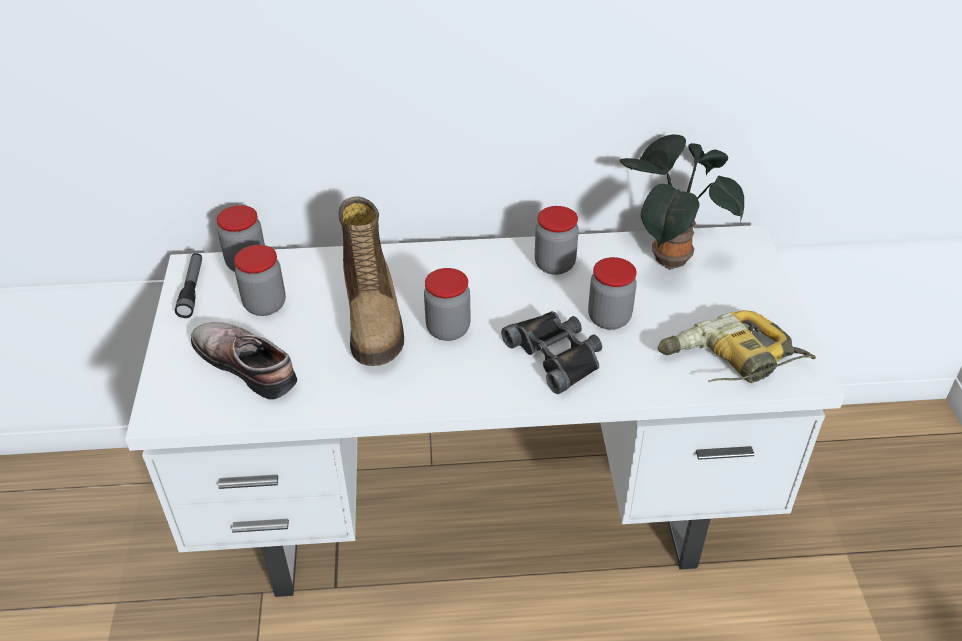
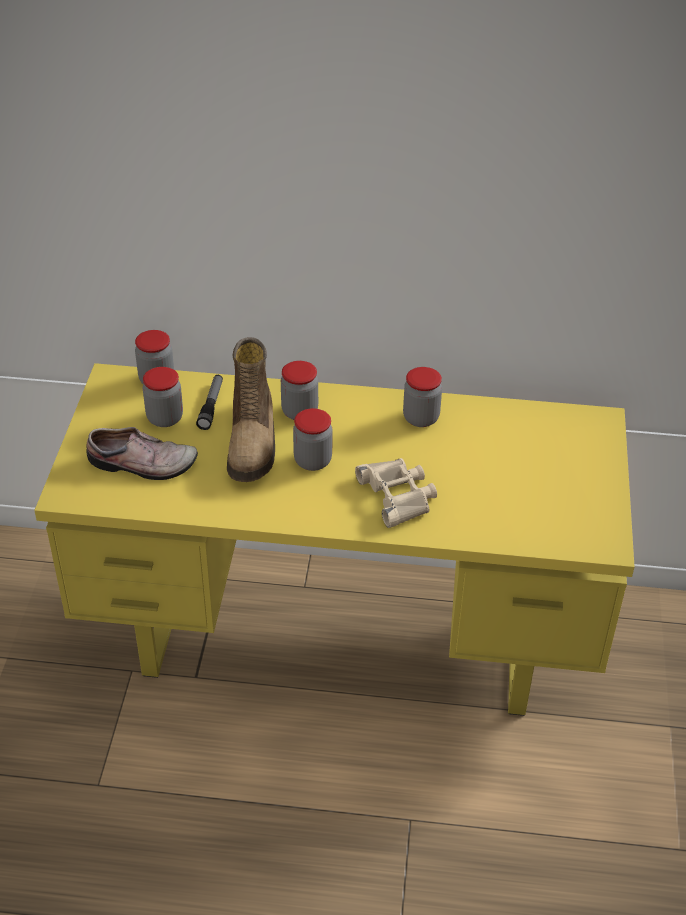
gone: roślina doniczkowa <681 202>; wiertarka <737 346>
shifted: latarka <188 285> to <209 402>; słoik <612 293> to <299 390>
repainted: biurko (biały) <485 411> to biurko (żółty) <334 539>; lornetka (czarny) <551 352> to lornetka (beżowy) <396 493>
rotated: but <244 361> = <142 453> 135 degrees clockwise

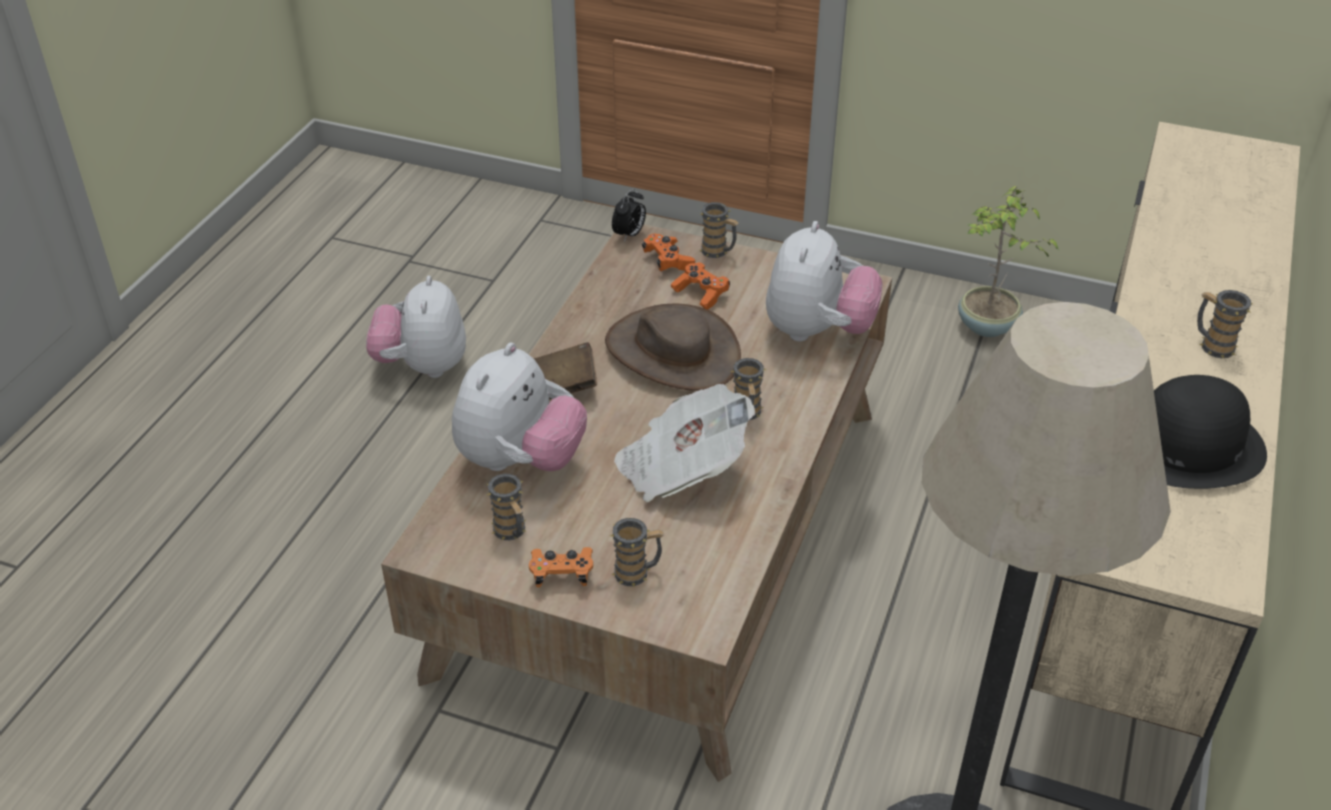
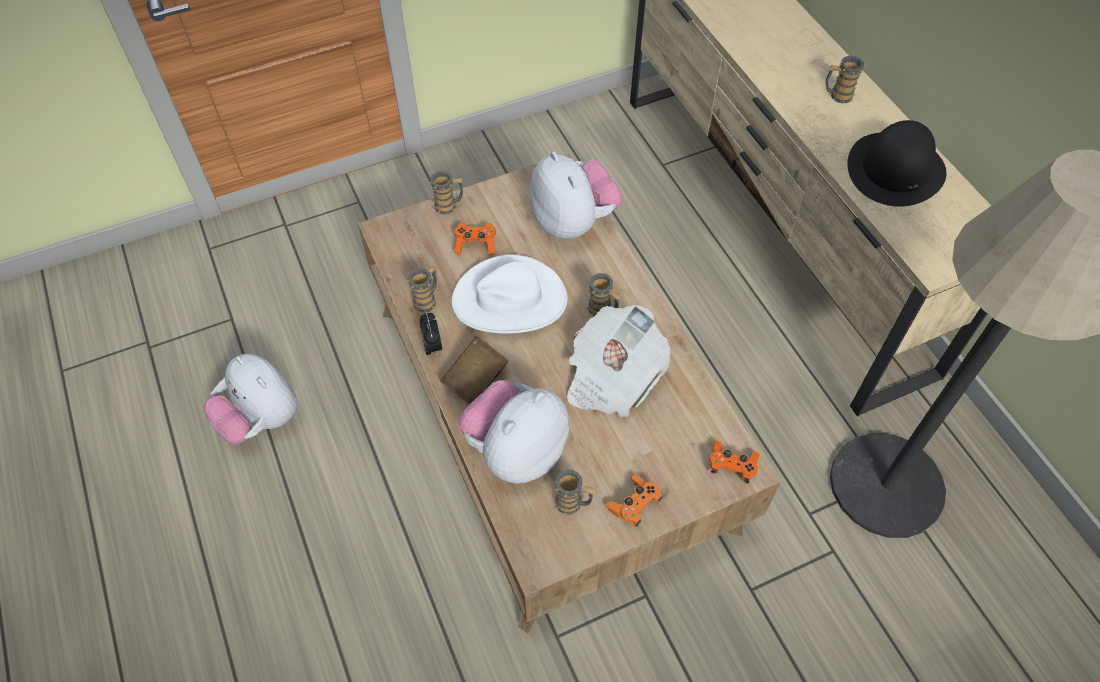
gone: roślina doniczkowa <1008 261>
shifted: budzik <629 215> to <430 334>; pad do gier (pomarańczowy) <668 252> to <734 462>; kubek <637 552> to <422 289>
repainted: kapelusz (brązowy) <673 347> to kapelusz (biały) <509 294>
rotated: pluszak <519 406> = <513 432> 120 degrees counterclockwise

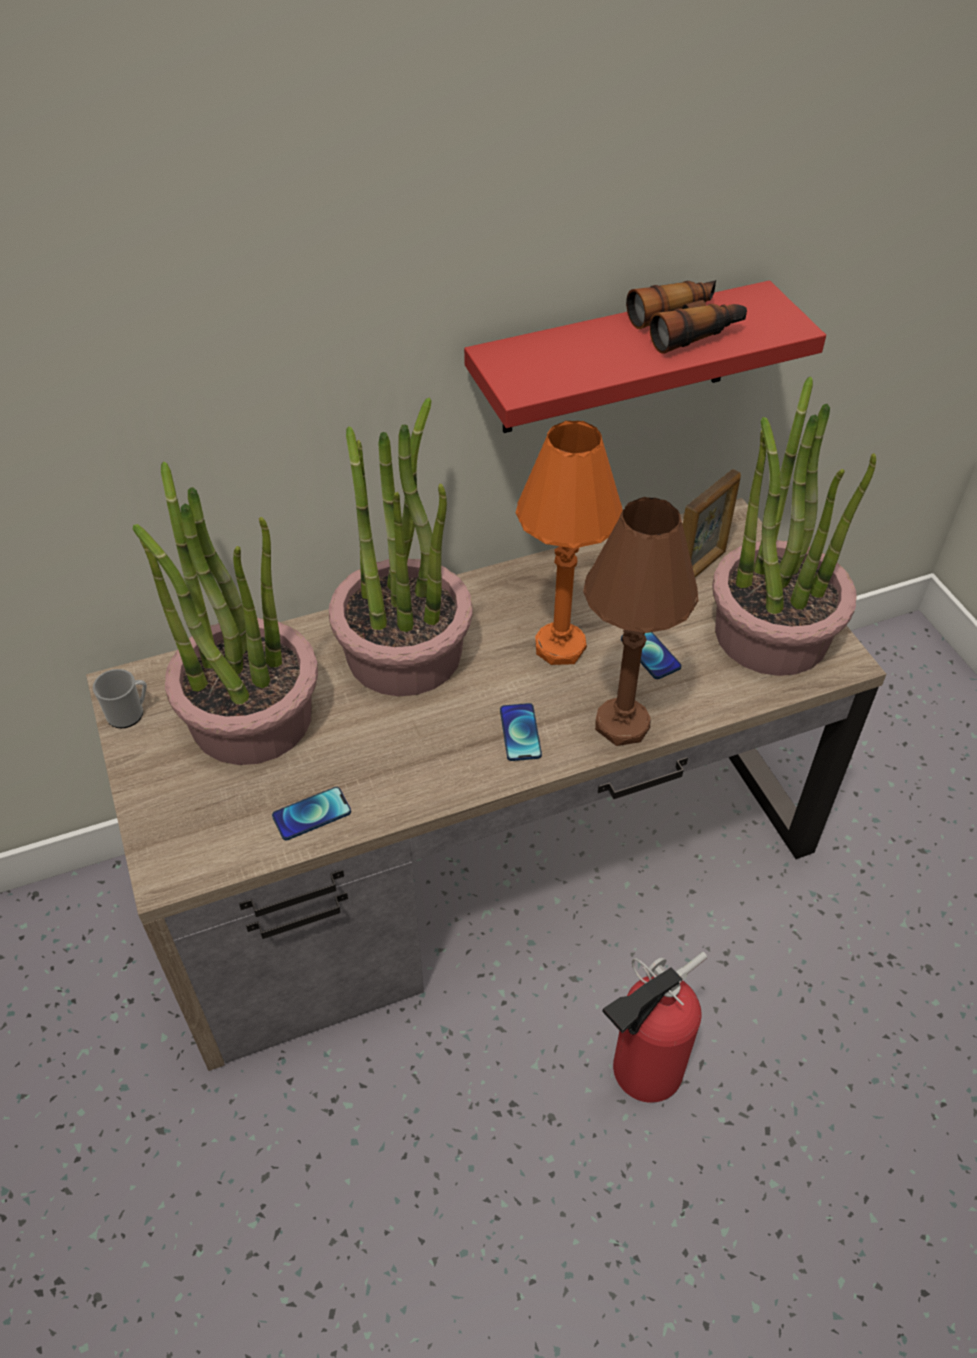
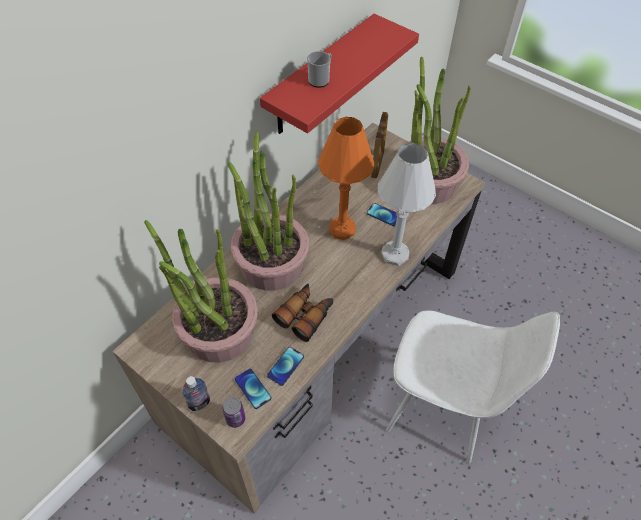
new: butelka <196 393>; puszka <233 412>
shifted: lornetka <686 317> to <302 313>; kubek <120 698> to <319 69>; telefon <521 732> to <253 389>
swapped: gaśnica <654 1027> to krzesło (biały) <473 387>
repainted: lampa stołowa (brązowy) <640 621> to lampa stołowa (biały) <407 204>

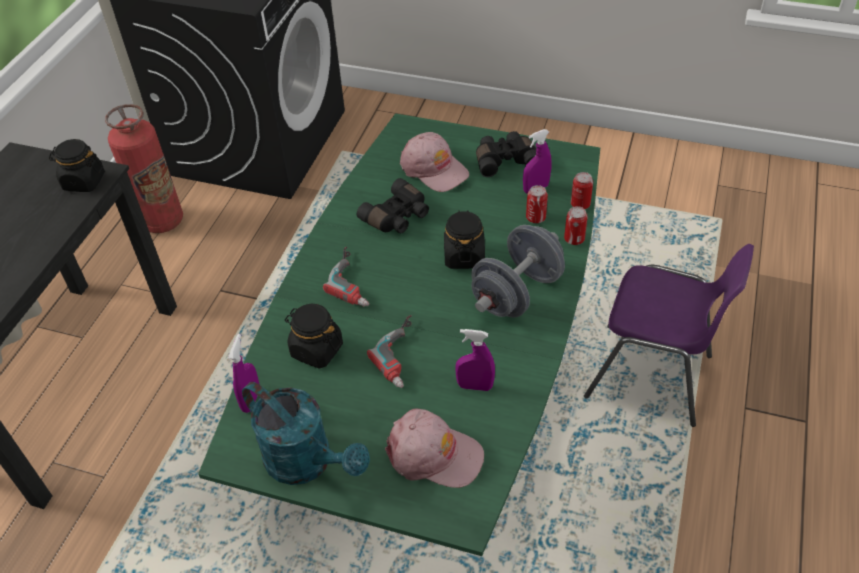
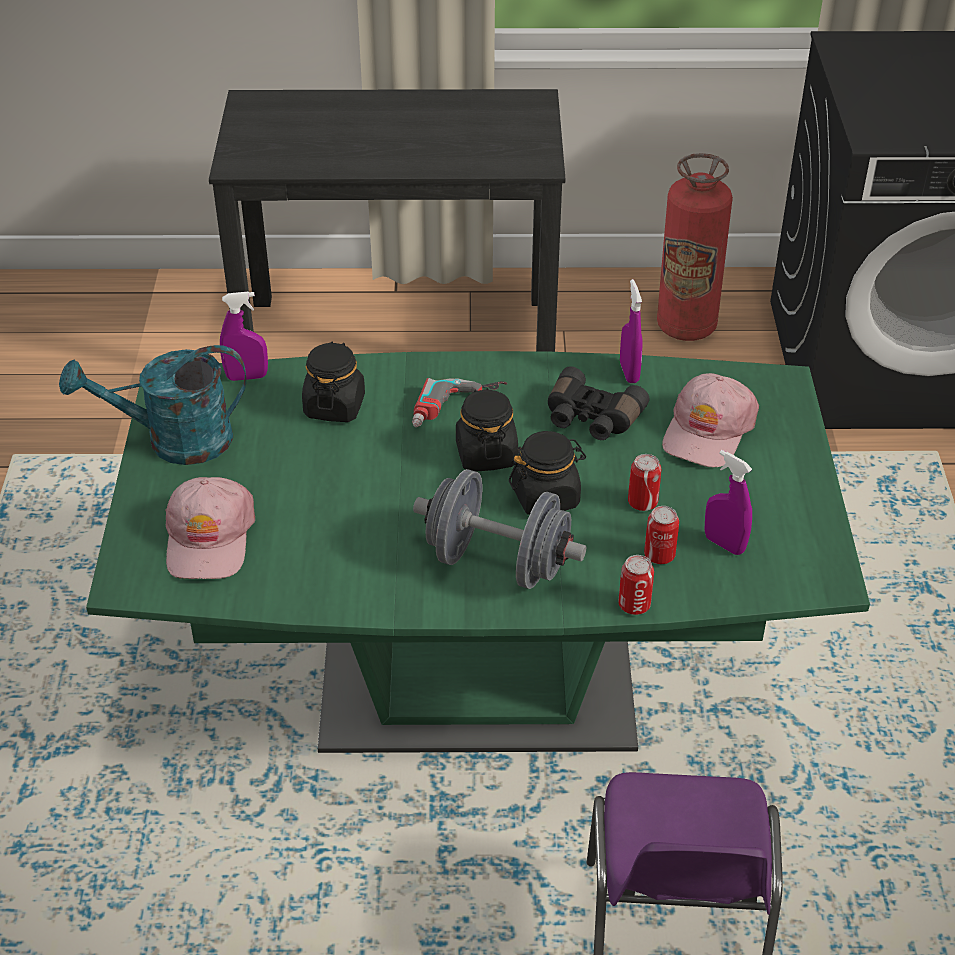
gone: lornetka (czarny) <506 154>; wiertarka <389 351>
shifted: słoik (czarny) <77 165> to <487 430>; puszka <582 190> to <644 482>; spryskiwacz (fioletowy) <475 360> to <631 331>
rotated: konewka (turkusowy) <306 433> = <152 405> 60 degrees clockwise

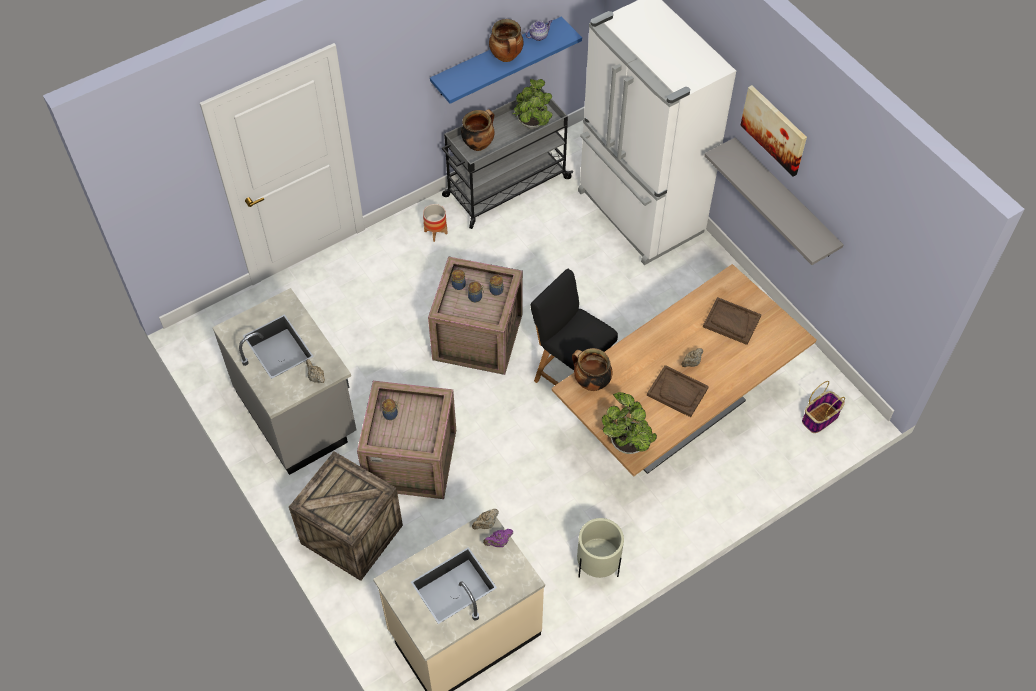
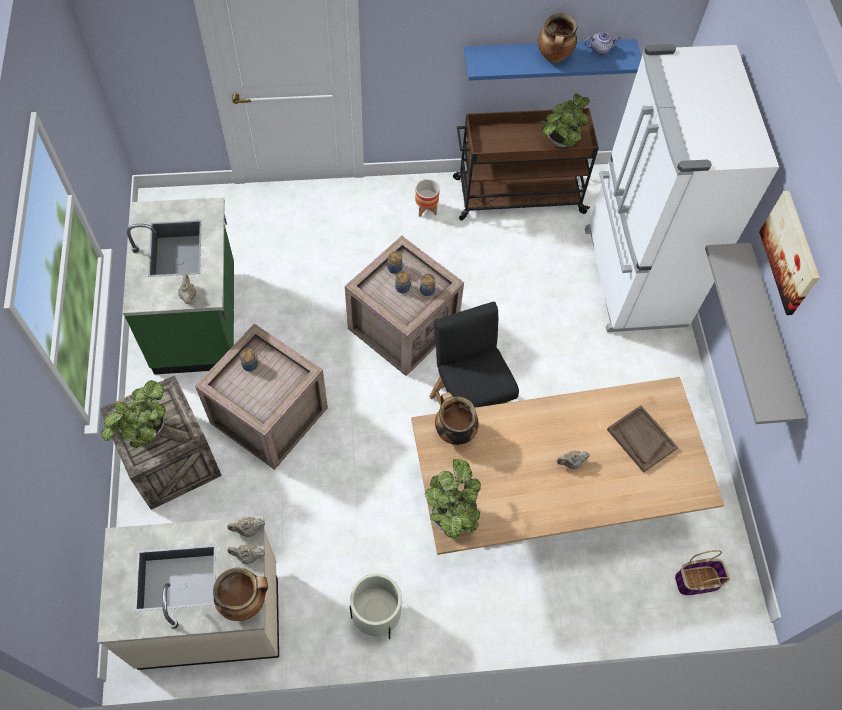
gone: taca (brązowy) <678 391>
new: roślina doniczkowa <133 414>
shifted: garnek <478 130> to <240 594>
repainted: wózek (szary) <507 159> to wózek (brązowy) <526 164>; zabudowa kuchenna (szary) <284 381> to zabudowa kuchenna (zielony) <178 286>; imbryk (fioletowy) <498 538> to imbryk (beżowy) <246 554>

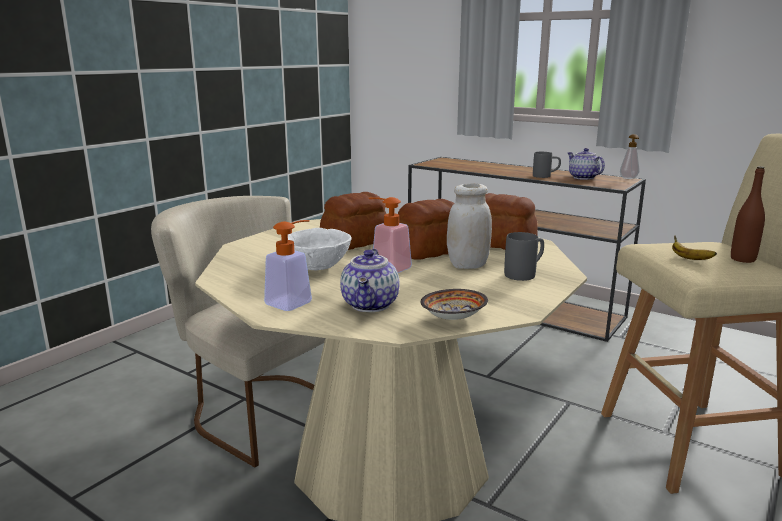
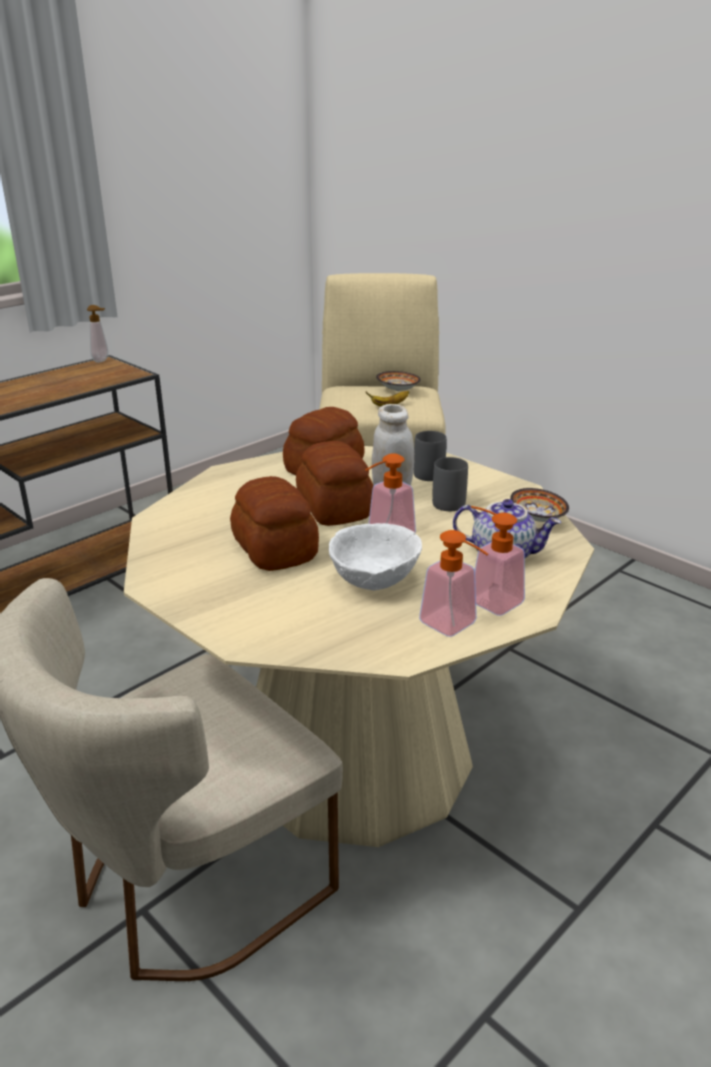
gone: imbryk <586 164>
new: dozownik mydła <453 583>
shifted: kubek (szary) <547 165> to <450 484>
swapped: butelka (brązowy) <748 214> to miska <398 381>

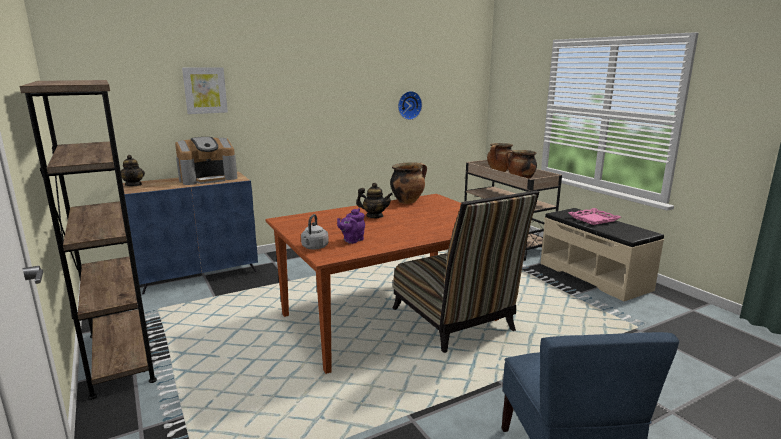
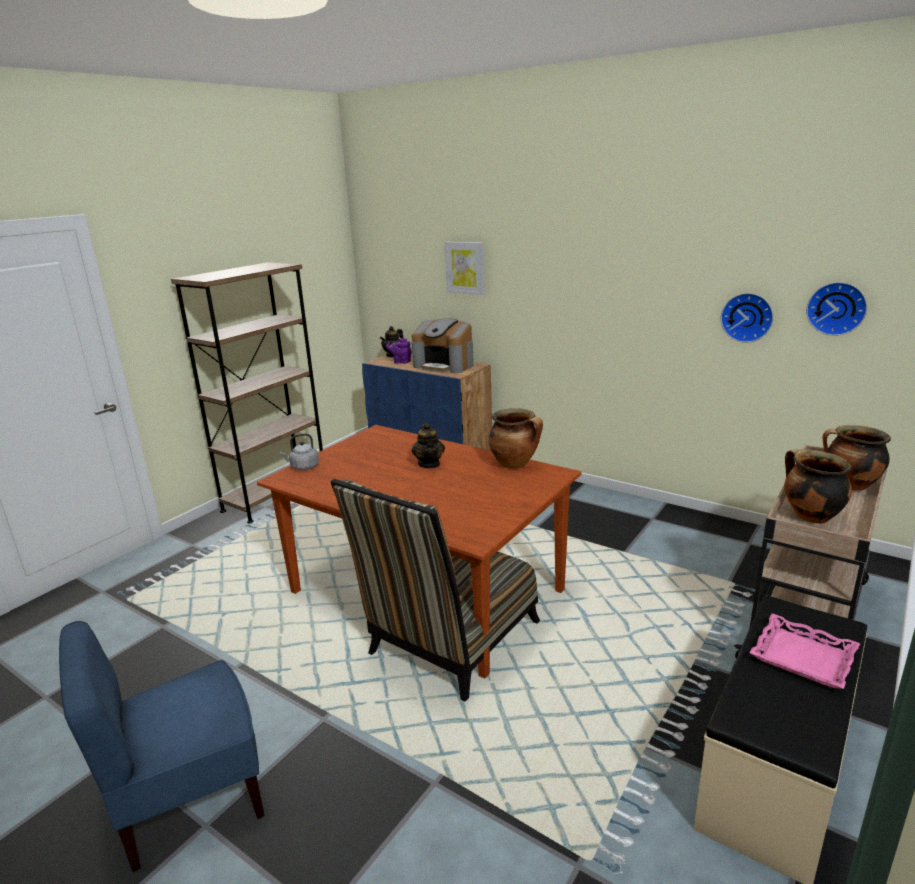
new: zegar ścienny <836 309>
shifted: imbryk (fioletowy) <351 226> to <399 351>

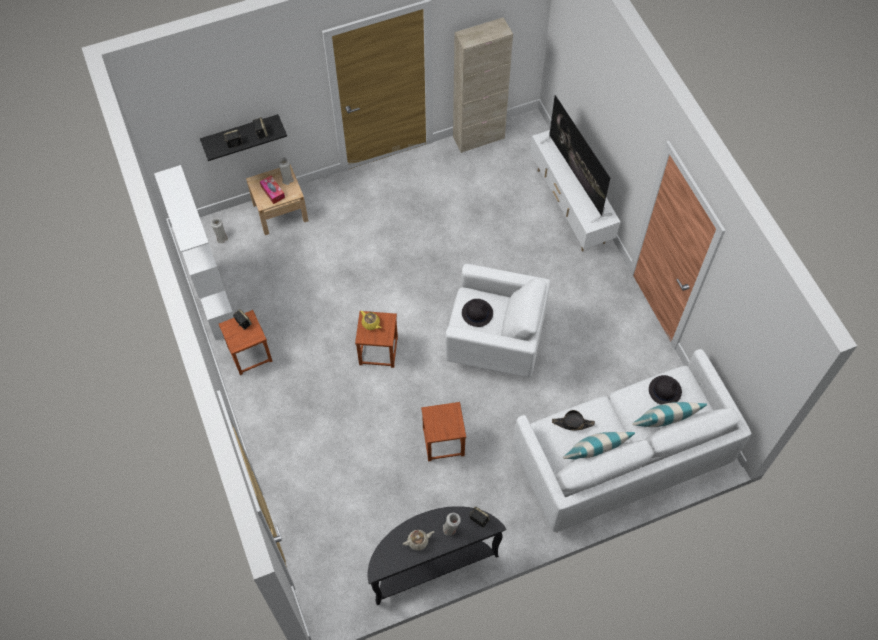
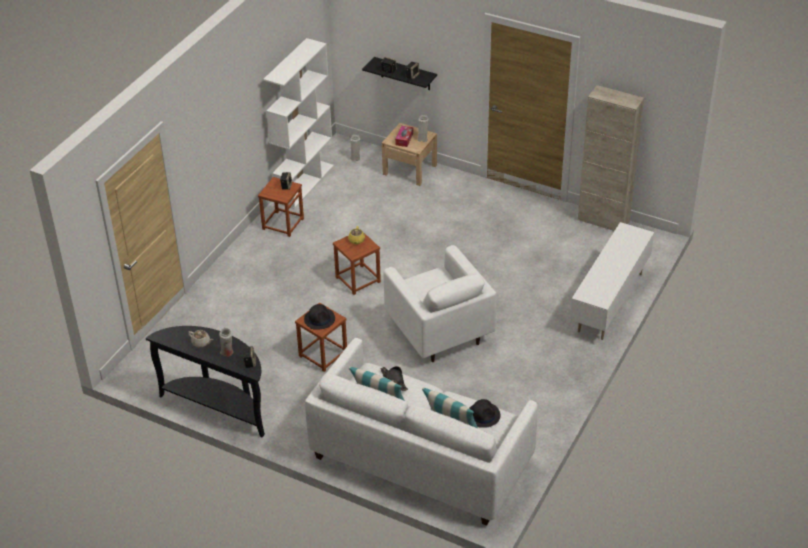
gone: telewizor <576 159>
shifted: kapelusz (czarny) <477 313> to <319 317>

